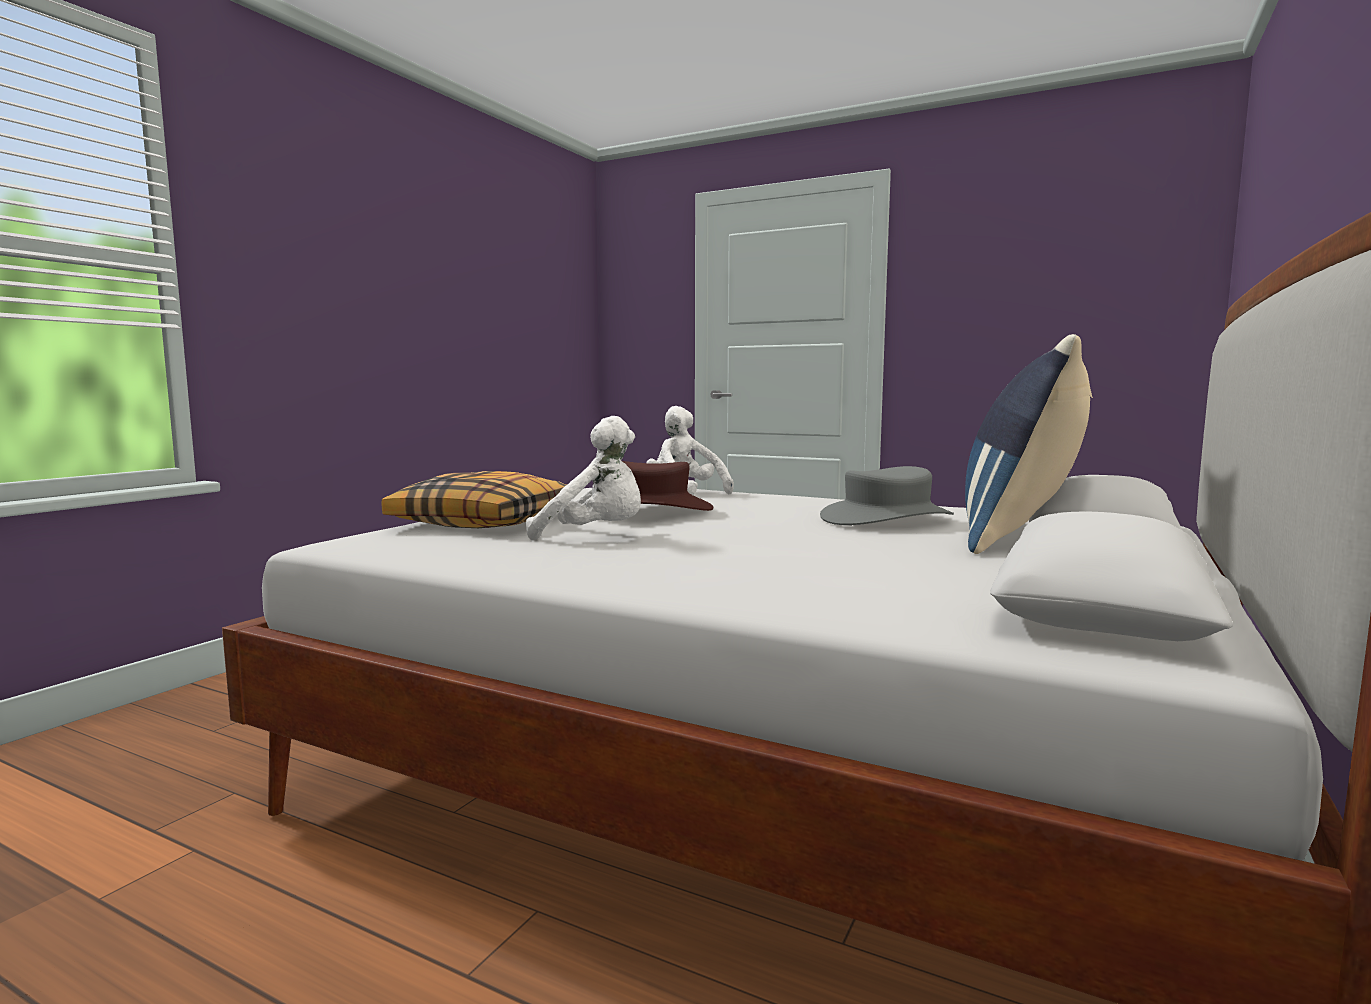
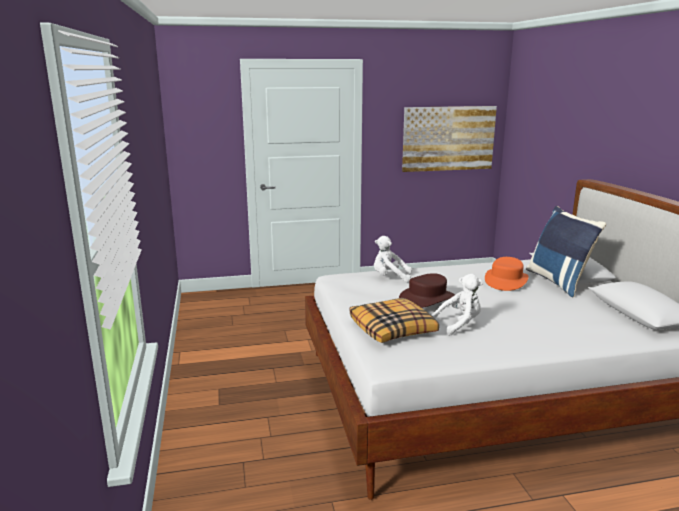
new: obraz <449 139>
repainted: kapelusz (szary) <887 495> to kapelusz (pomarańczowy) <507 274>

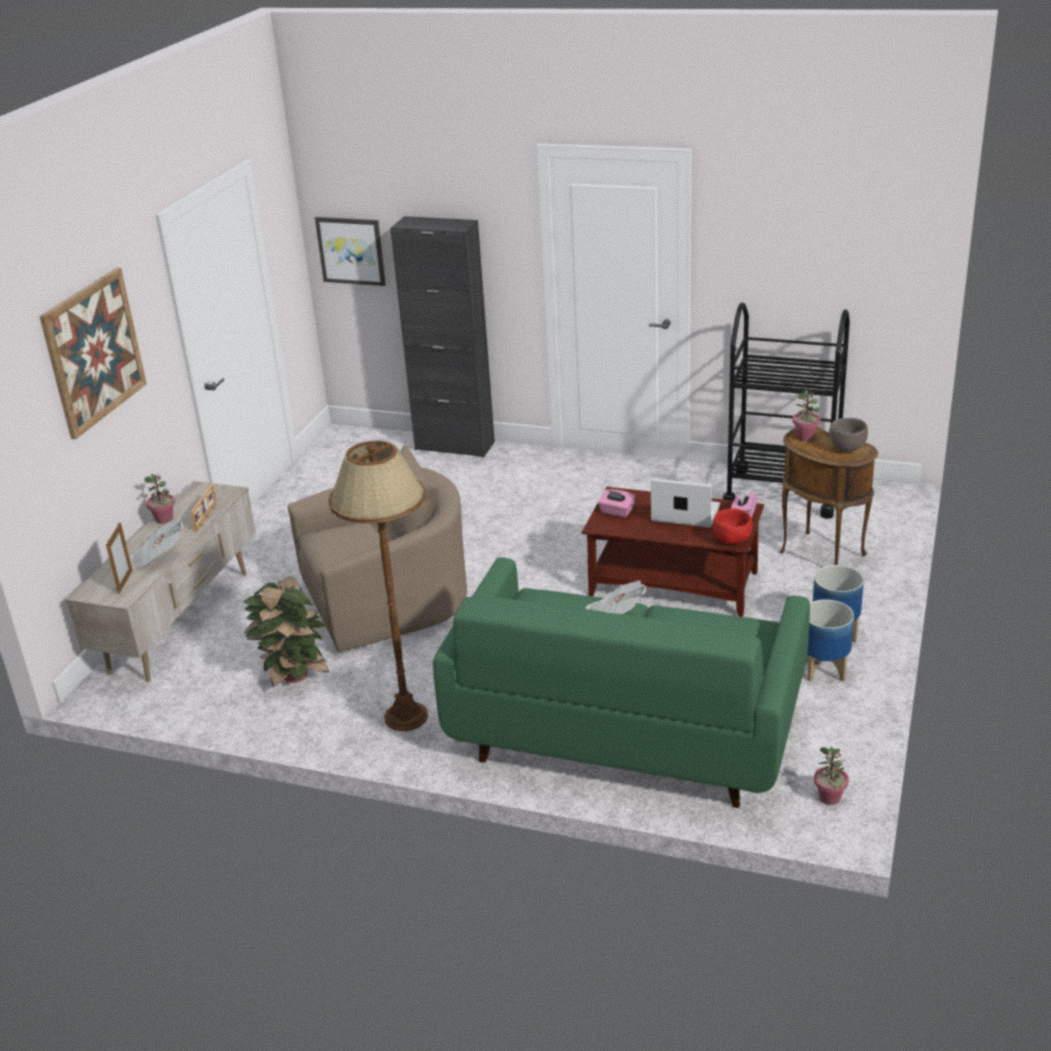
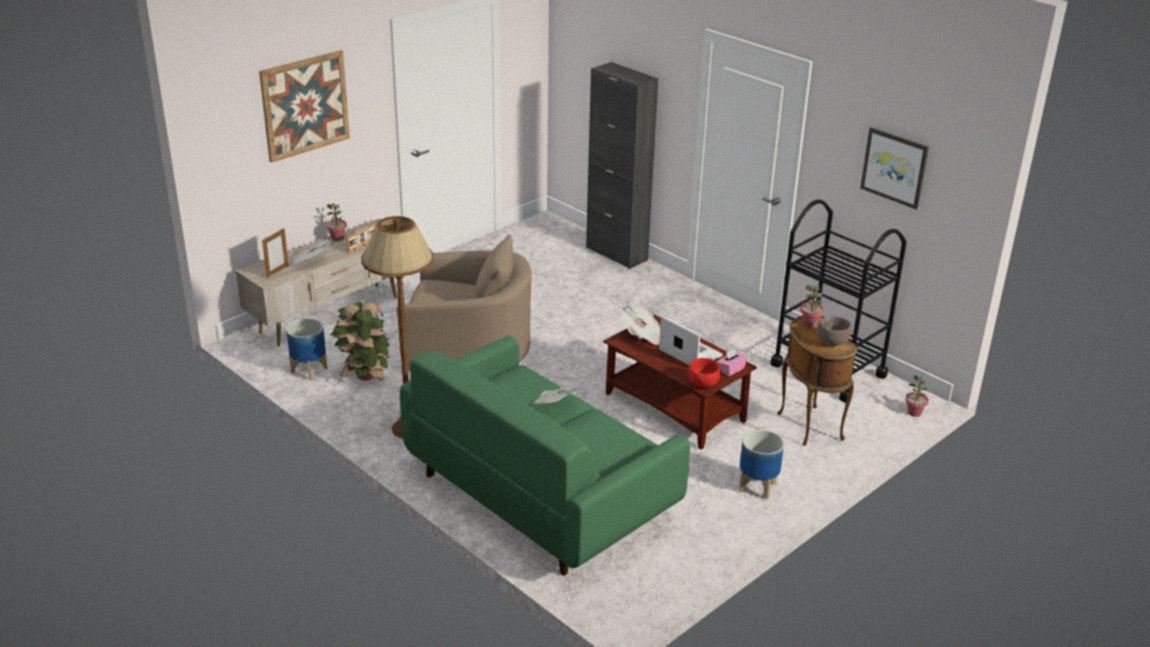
shifted: obraz <350 251> to <894 168>; donica <830 640> to <307 349>; roślina doniczkowa <831 776> to <917 396>
swapped: pudełko chusteczek (różowy) <616 503> to gazeta <640 325>

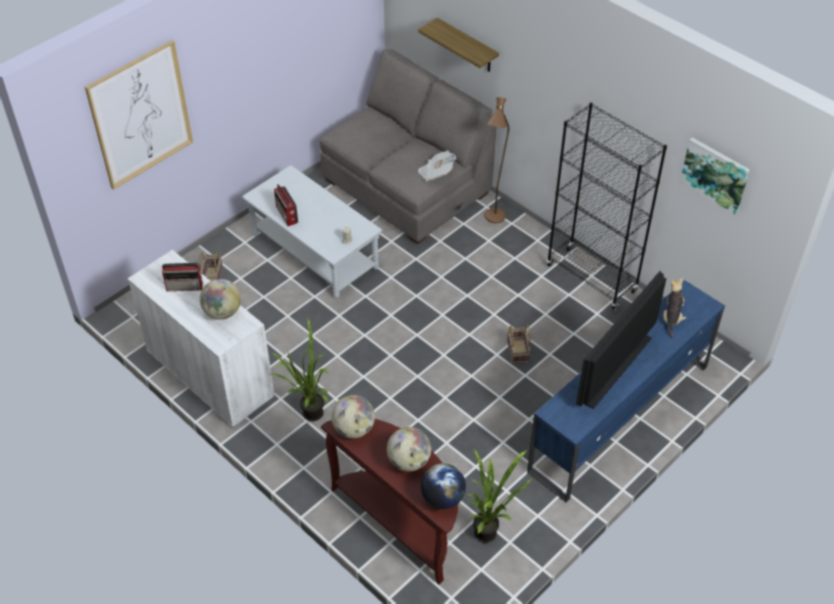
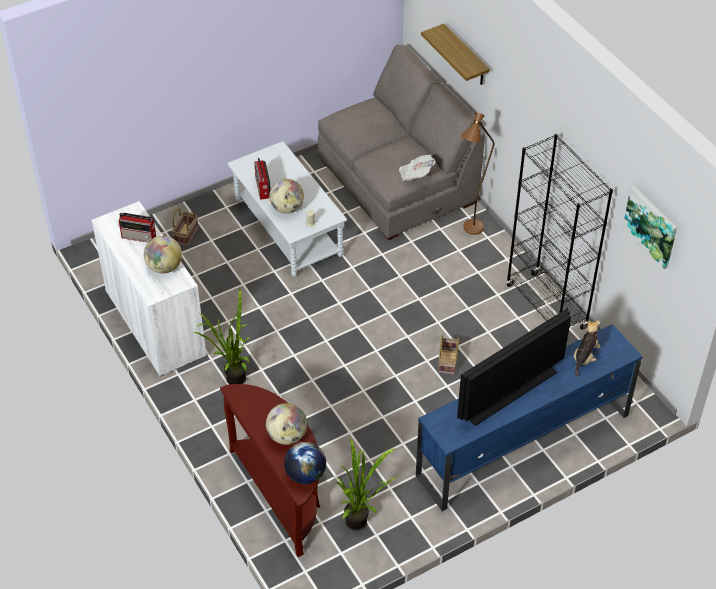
gone: obraz <139 115>
shifted: globus <353 417> to <286 196>

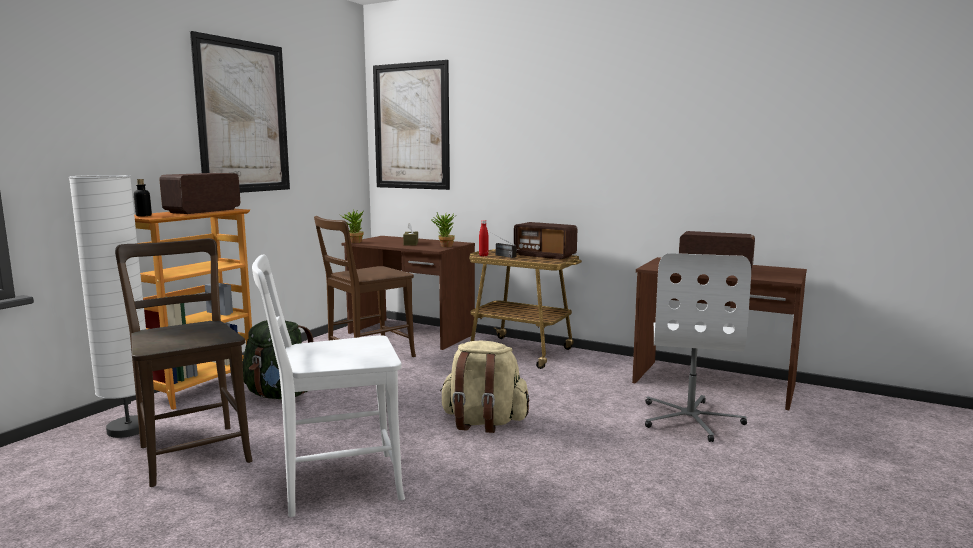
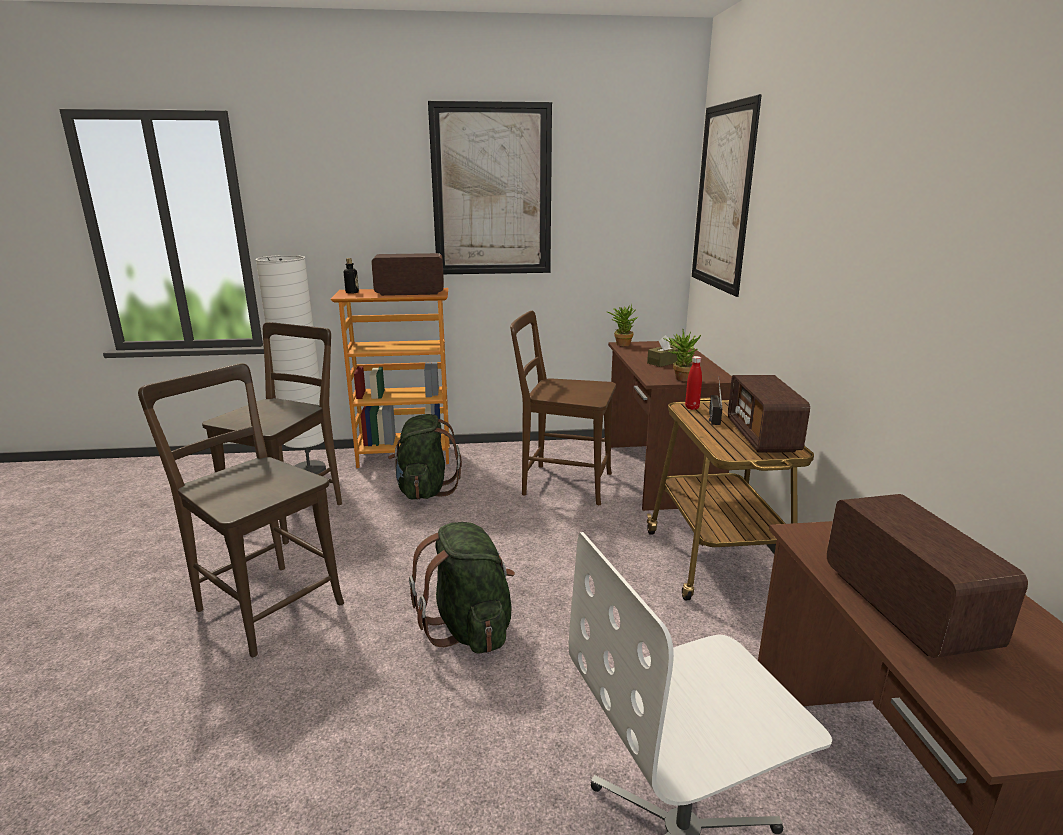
repainted: krzesło (biały) <328 385> to krzesło (brązowy) <241 510>; plecak (beżowy) <484 386> to plecak (zielony) <462 588>

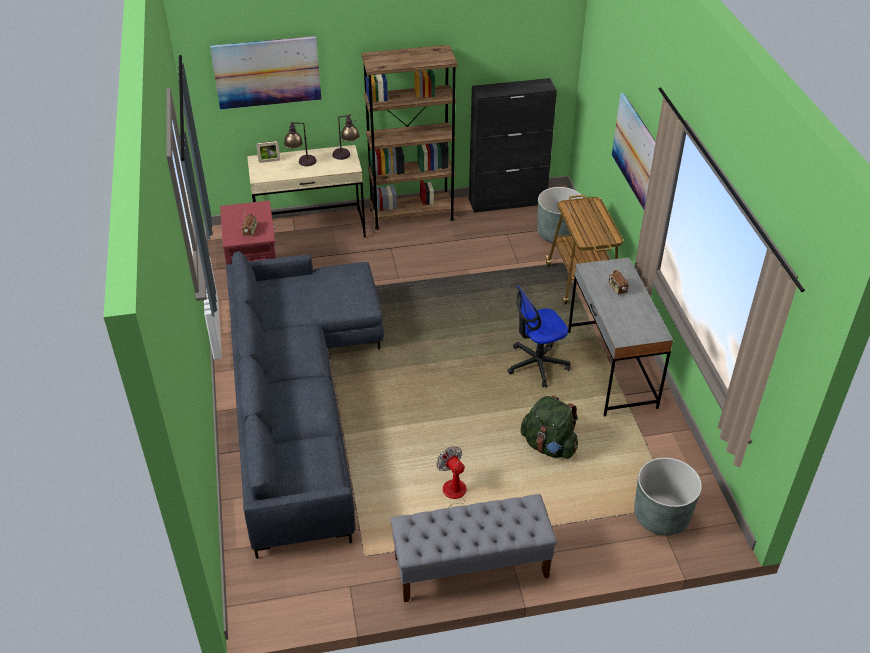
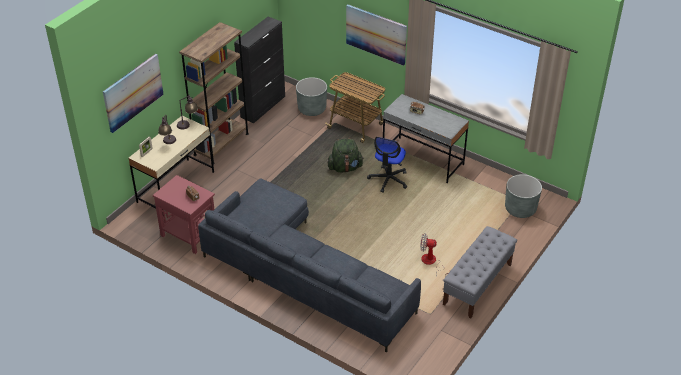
shifted: plecak (zielony) <549 427> to <345 155>

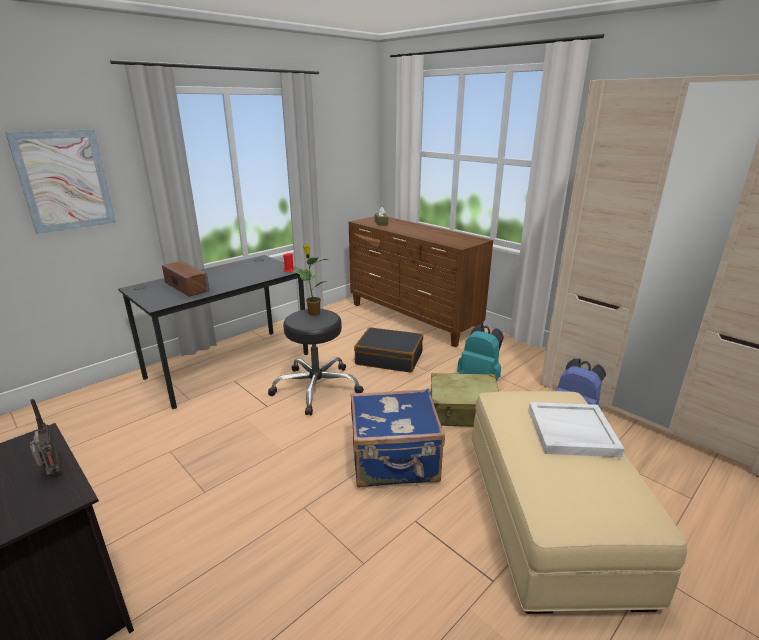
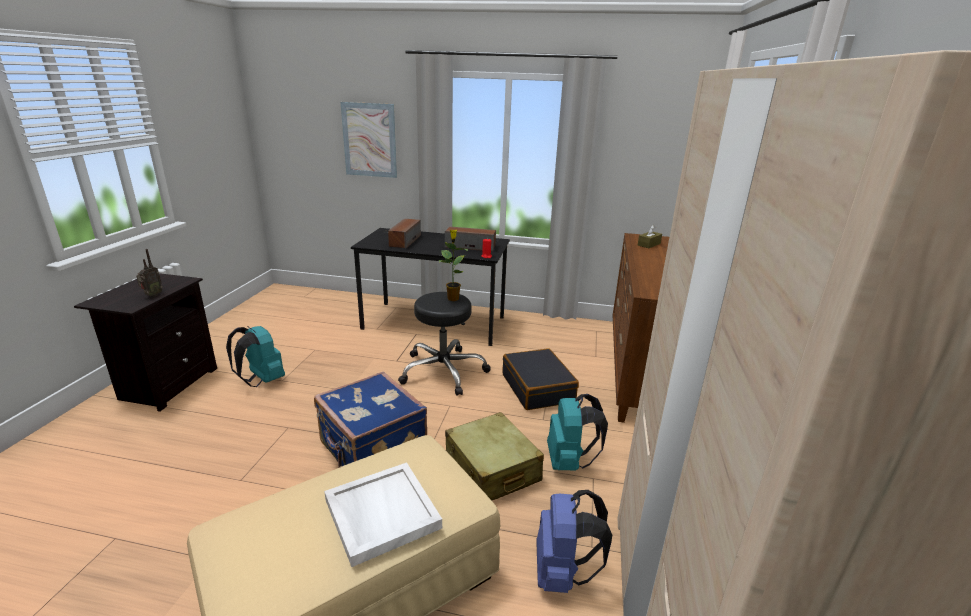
new: głośnik <470 239>; plecak (turkusowy) <255 356>

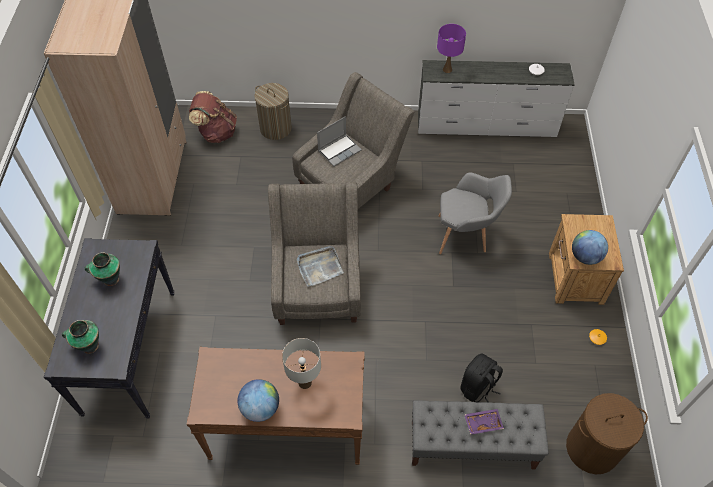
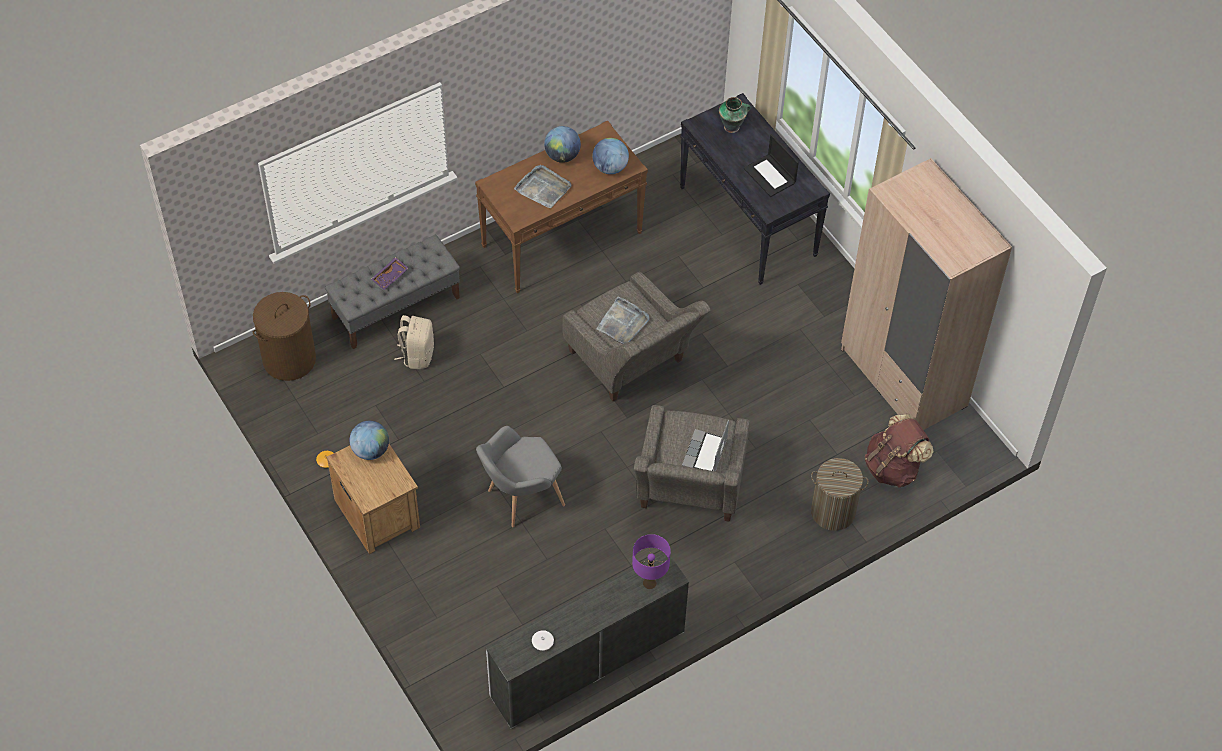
new: globus <610 156>
swapped: wazon <102 269> to laptop <771 165>; lampa stołowa (biały) <301 363> to taca (szary) <543 186>
repainted: plecak (czarny) <481 378> to plecak (beżowy) <414 342>

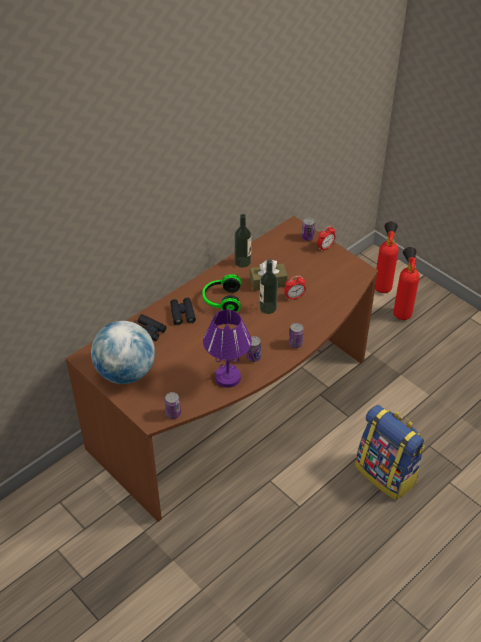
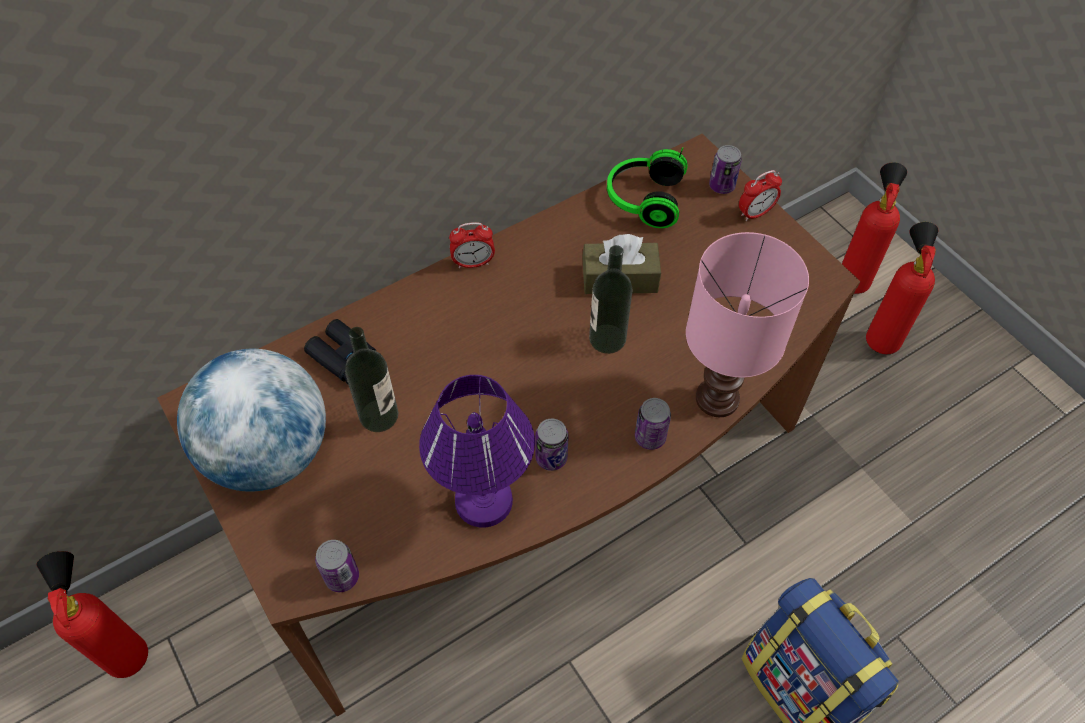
gone: lornetka (czarny) <183 311>
new: lampa stołowa (różowy) <747 324>; gaśnica <92 614>
shifted: butelka <242 240> to <371 379>; słuchawki <222 292> to <647 187>; budzik <295 288> to <472 245>

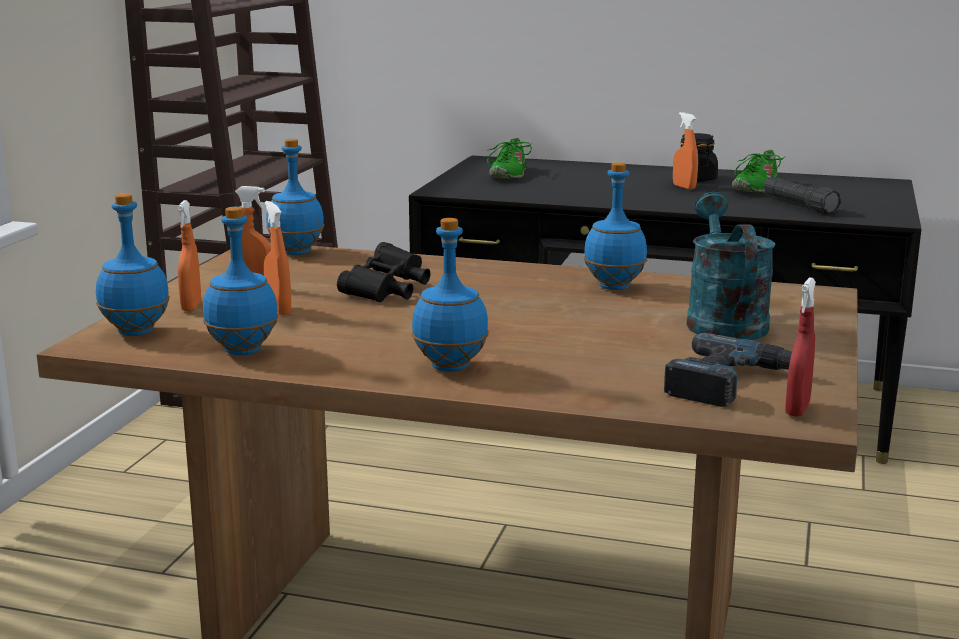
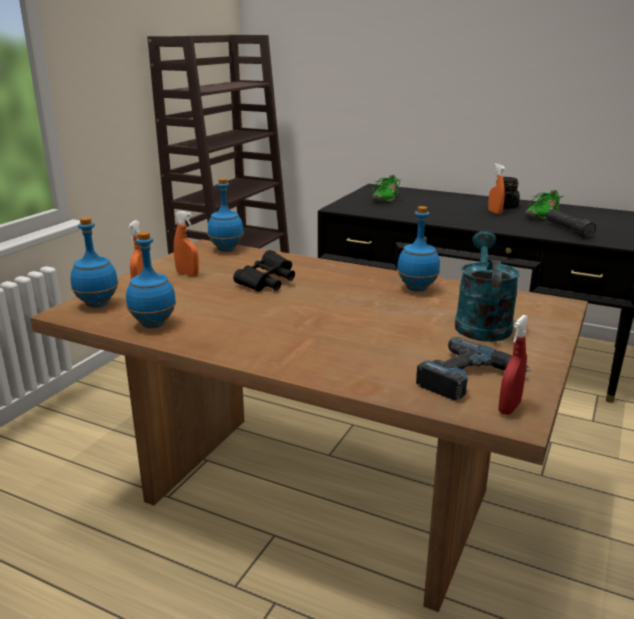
gone: spryskiwacz (pomarańczowy) <277 258>; butelka (niebieski) <450 295>

